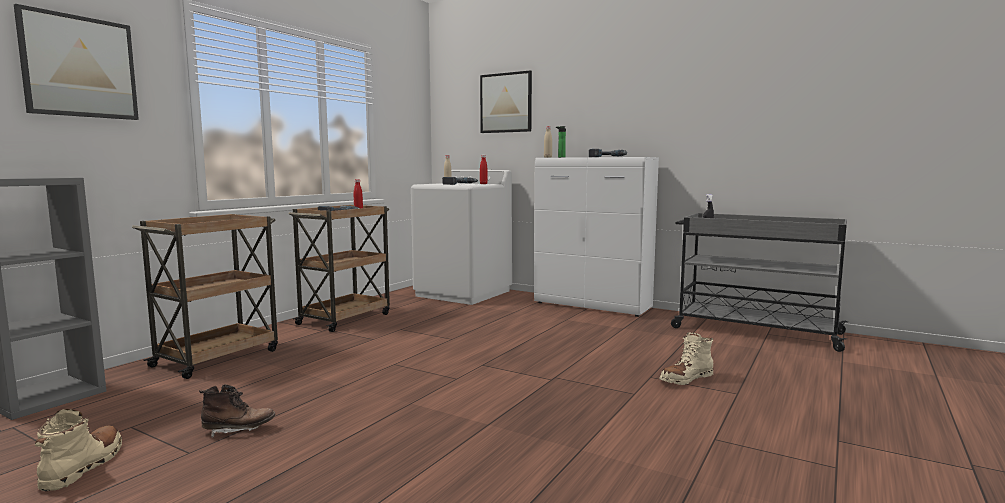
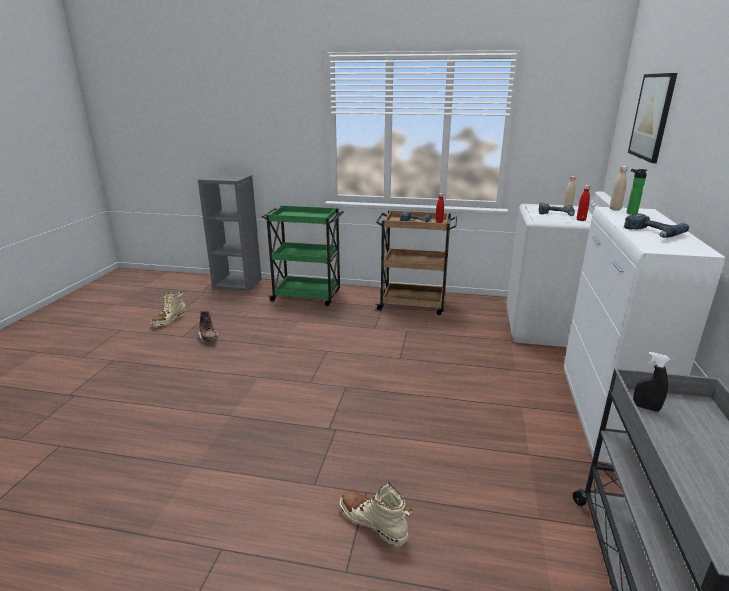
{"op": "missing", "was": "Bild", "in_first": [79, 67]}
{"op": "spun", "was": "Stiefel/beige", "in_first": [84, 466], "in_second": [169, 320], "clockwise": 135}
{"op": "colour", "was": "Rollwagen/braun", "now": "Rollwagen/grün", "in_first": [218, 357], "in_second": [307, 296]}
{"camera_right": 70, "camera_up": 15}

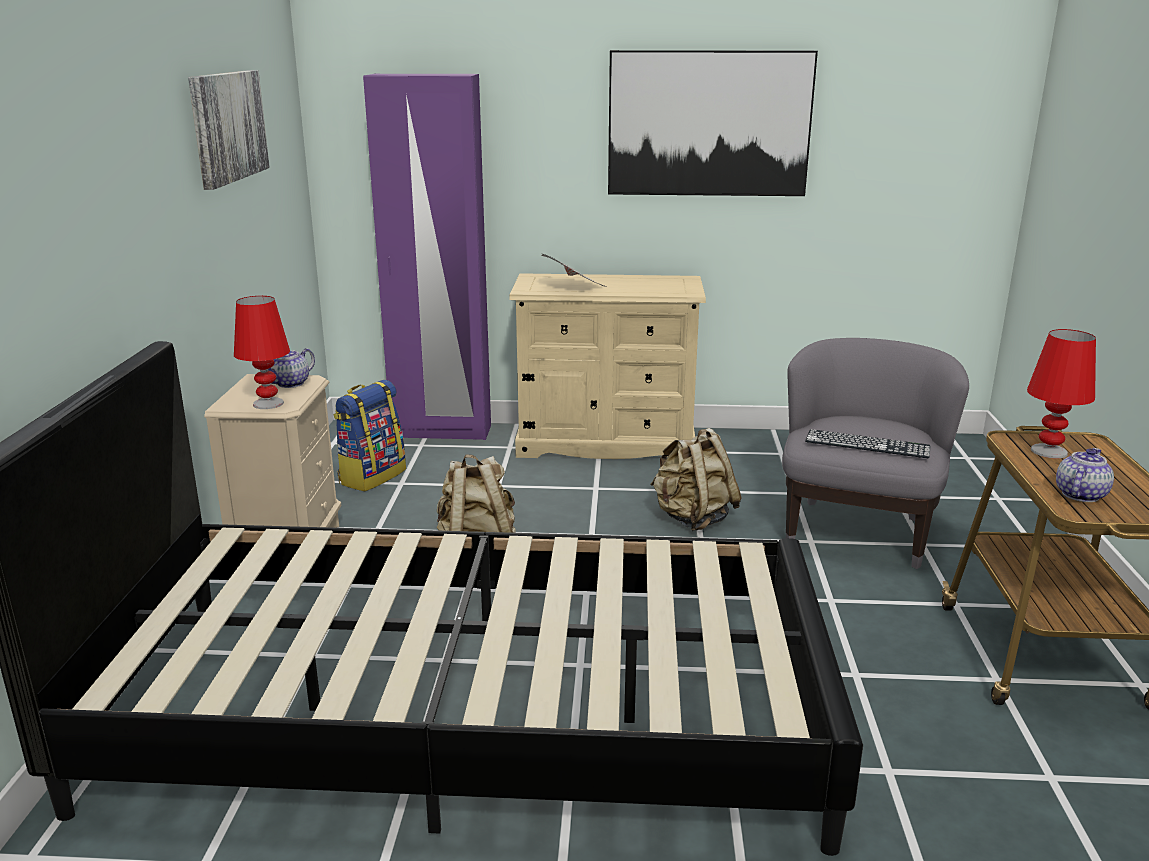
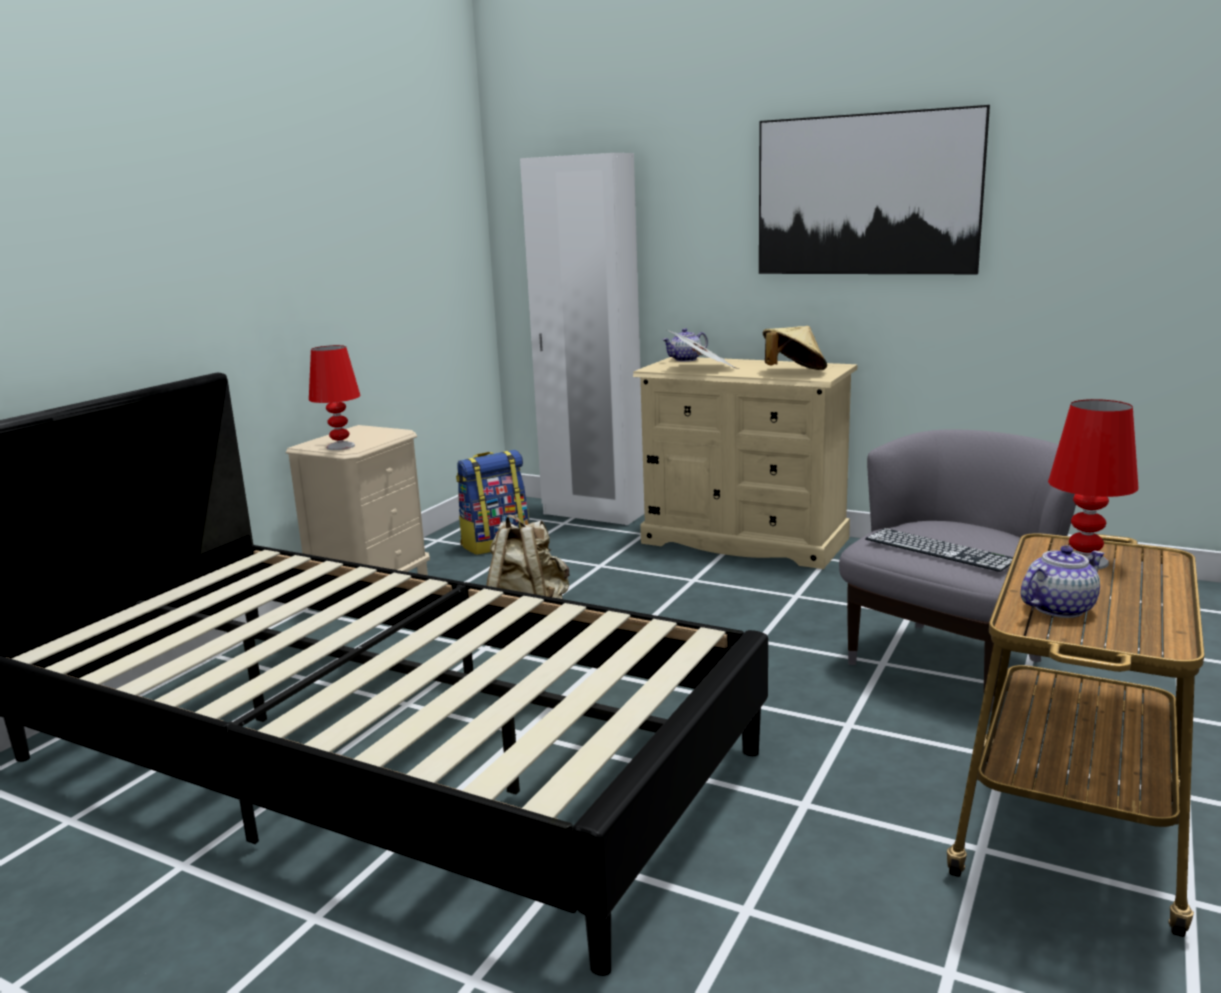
{"op": "missing", "was": "Bild", "in_first": [227, 126]}
{"op": "relocated", "was": "Teekanne", "in_first": [290, 384], "in_second": [685, 359]}
{"op": "colour", "was": "Kleiderschrank/lila", "now": "Kleiderschrank/weiß", "in_first": [441, 432], "in_second": [593, 514]}
{"op": "missing", "was": "Rucksack/beige", "in_first": [693, 518]}
{"op": "appeared", "now": "Hut/beige", "in_second": [793, 372]}
{"camera_right": 25, "camera_up": -5}

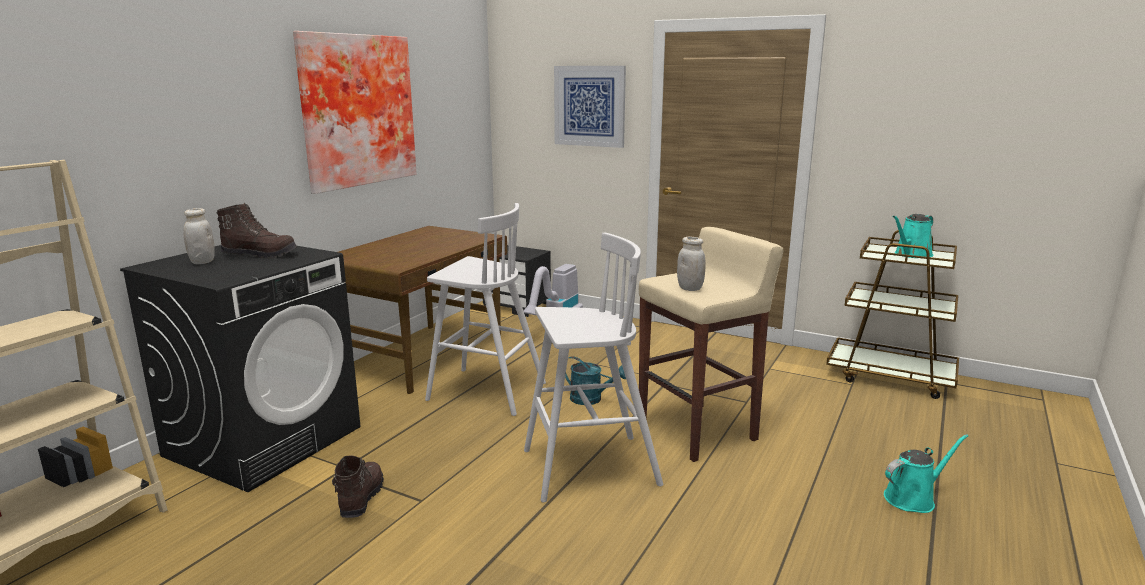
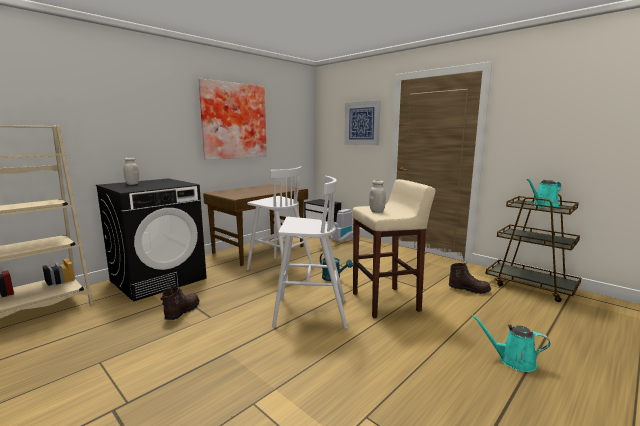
{"op": "relocated", "was": "Stiefel/braun", "in_first": [260, 255], "in_second": [468, 289]}
{"op": "spun", "was": "Gießkanne/türkis", "in_first": [913, 498], "in_second": [513, 360], "clockwise": -150}
{"camera_right": 15, "camera_up": -5}

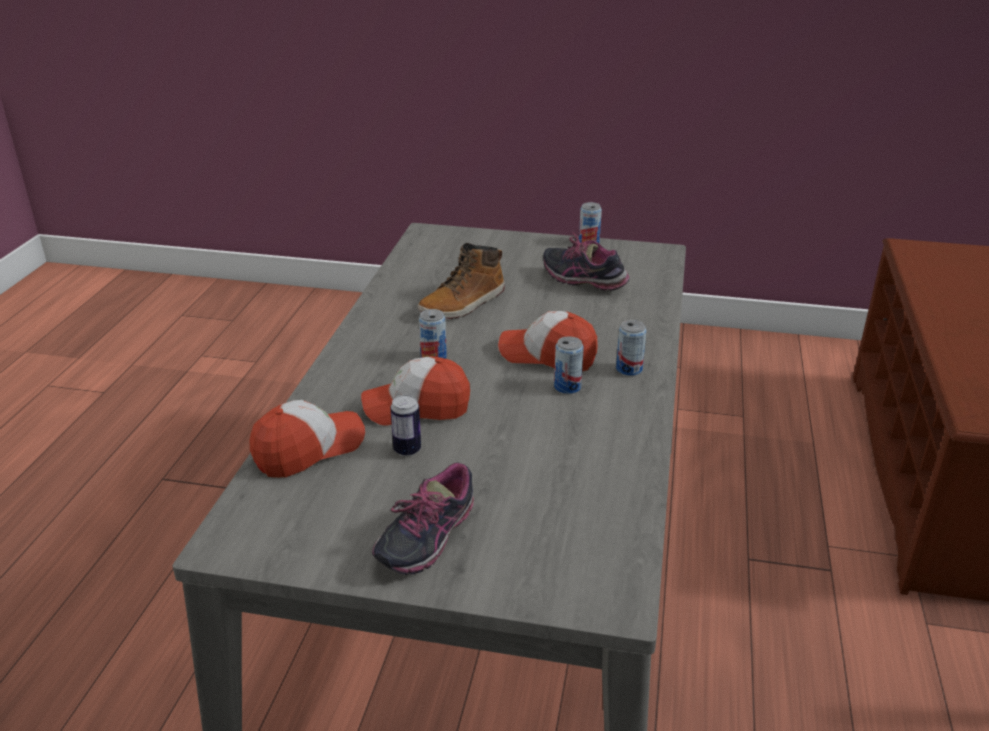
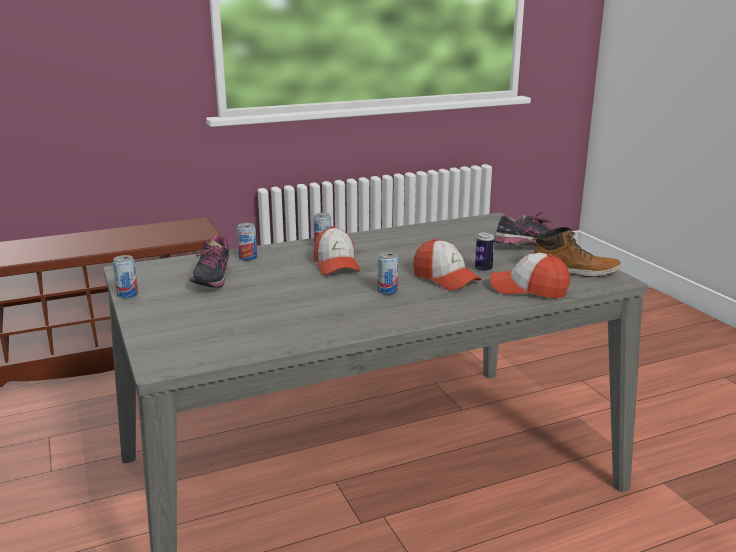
{"op": "relocated", "was": "Stiefel", "in_first": [463, 304], "in_second": [574, 271]}
{"op": "relocated", "was": "Dose", "in_first": [567, 387], "in_second": [248, 257]}
{"camera_right": -125, "camera_up": -10}

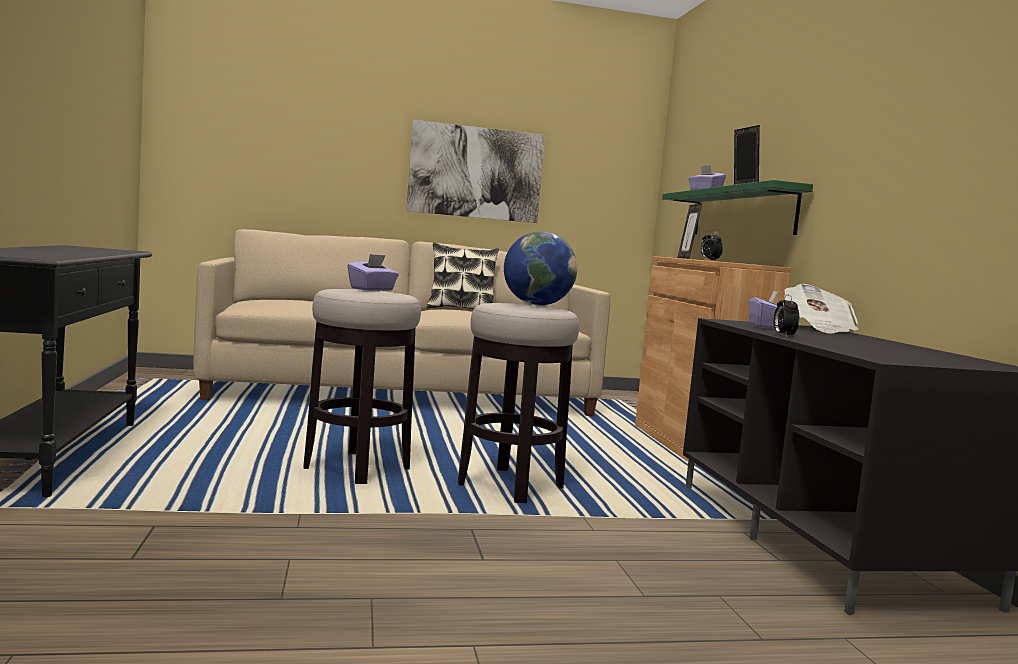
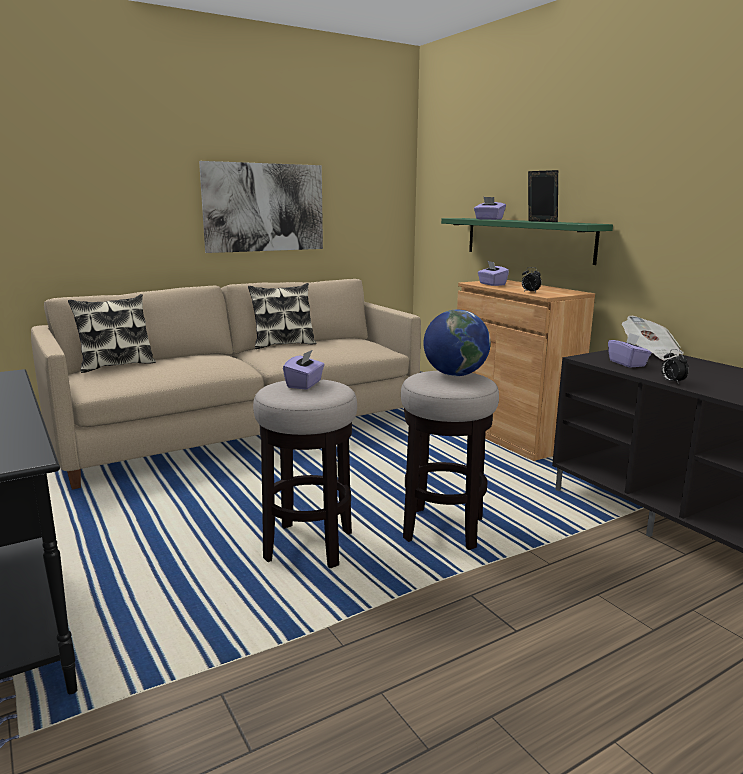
{"op": "exchanged", "was": "Bilderrahmen", "now": "Taschentuchbox/lila", "in_first": [686, 258], "in_second": [492, 284]}
{"op": "appeared", "now": "Kissen", "in_second": [116, 365]}
{"camera_right": -20, "camera_up": 10}

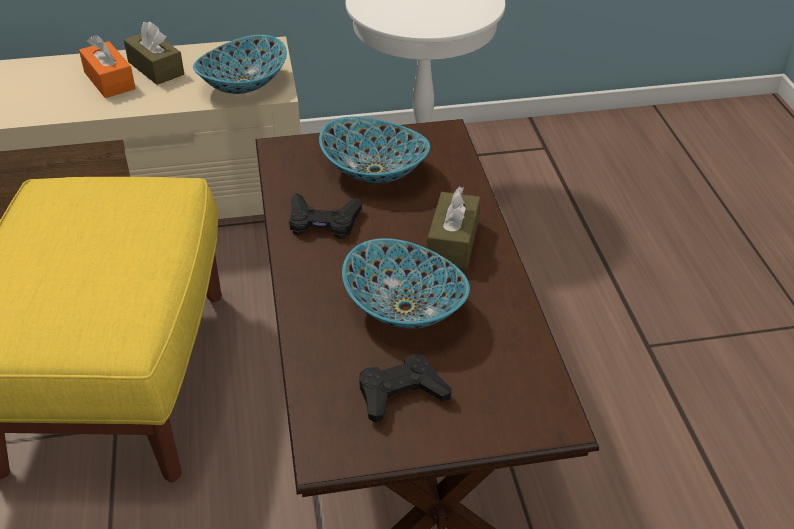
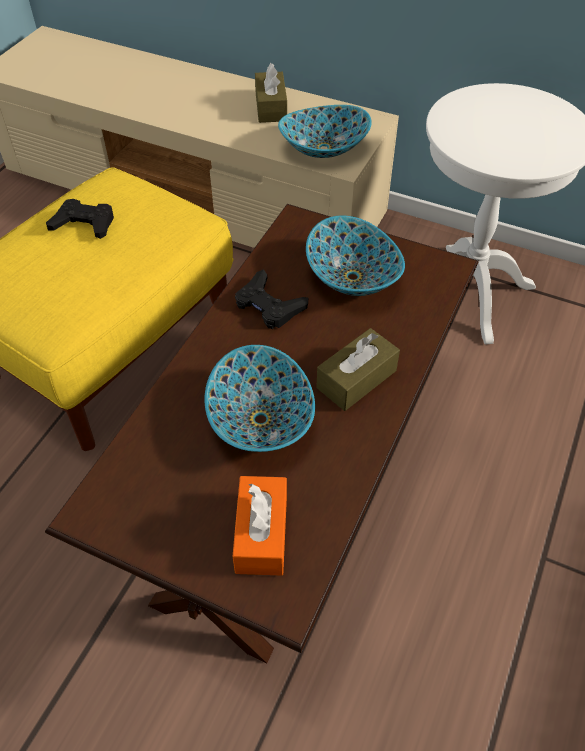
{"op": "relocated", "was": "Taschentuchbox/orange", "in_first": [109, 80], "in_second": [261, 533]}
{"op": "relocated", "was": "Gamepad/schwarz", "in_first": [401, 393], "in_second": [84, 224]}
{"camera_right": 35, "camera_up": 10}

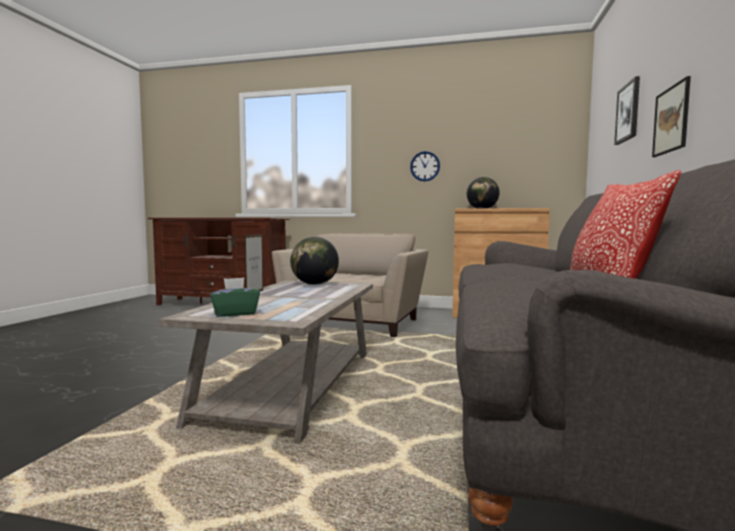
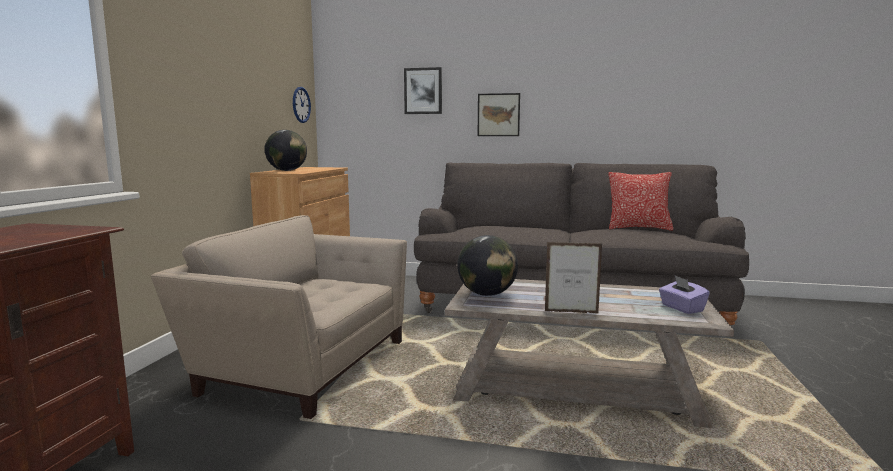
{"op": "colour", "was": "Taschentuchbox/grün", "now": "Taschentuchbox/lila", "in_first": [235, 313], "in_second": [681, 308]}
{"op": "relocated", "was": "Wanduhr", "in_first": [425, 166], "in_second": [301, 105]}
{"camera_right": -90, "camera_up": 5}

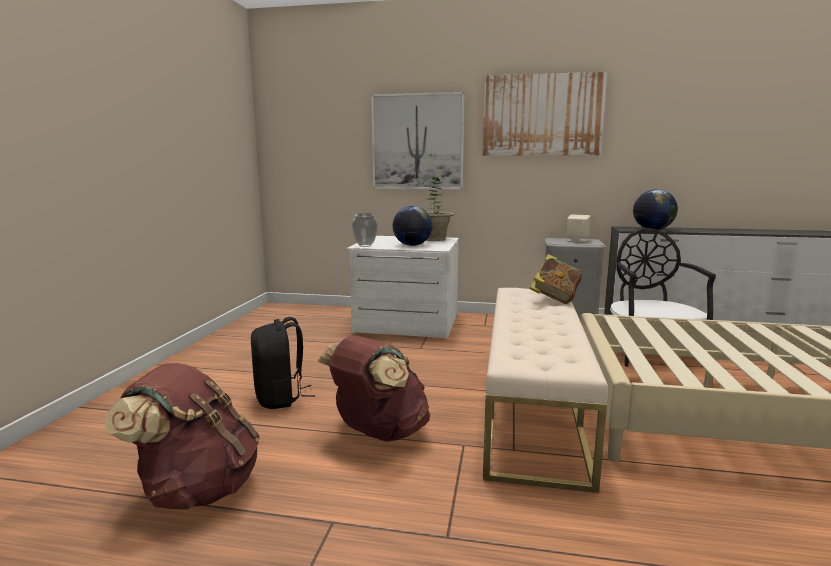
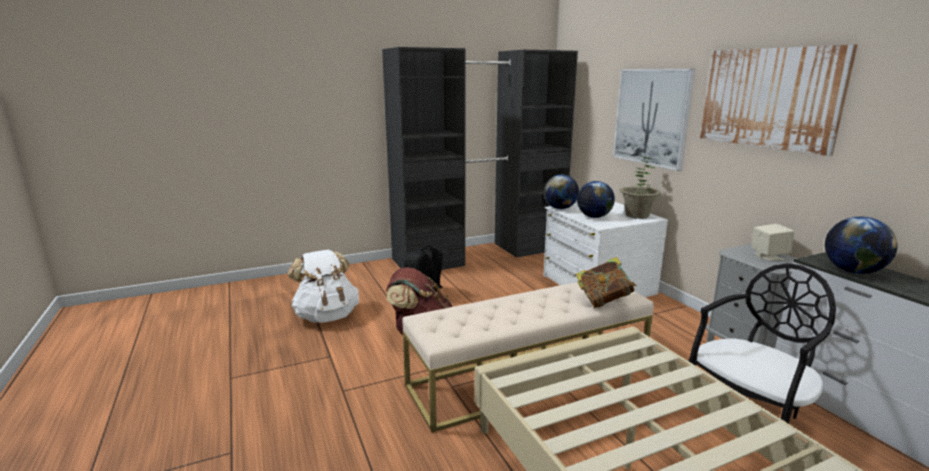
{"op": "colour", "was": "Rucksack/braun", "now": "Rucksack/weiß", "in_first": [197, 489], "in_second": [327, 316]}
{"op": "exchanged", "was": "Vase", "now": "Globus", "in_first": [365, 246], "in_second": [560, 208]}
{"op": "appeared", "now": "Kleiderschrank/schwarz", "in_second": [481, 253]}
{"camera_right": 55, "camera_up": 5}

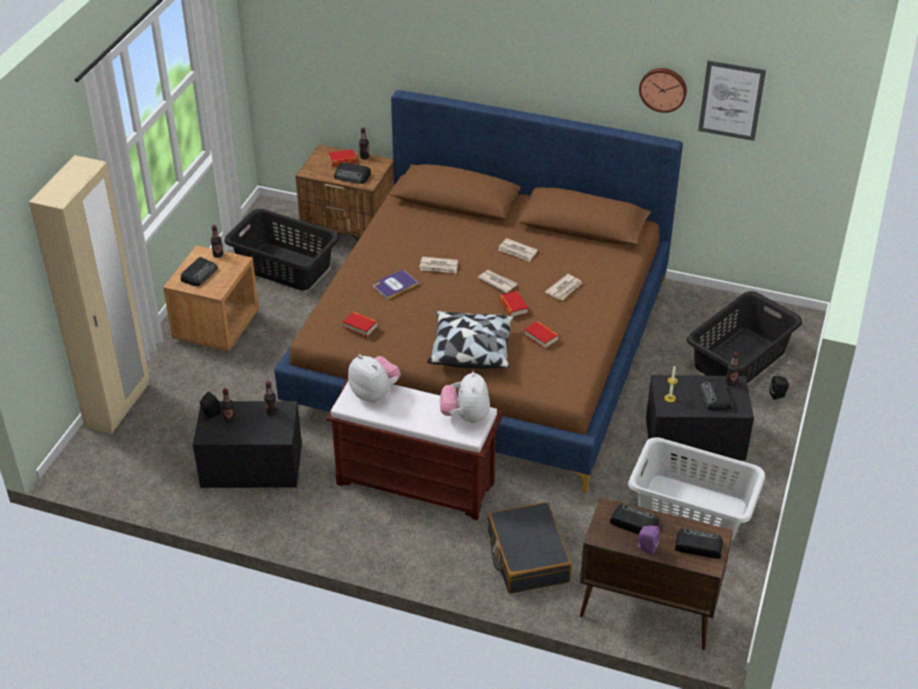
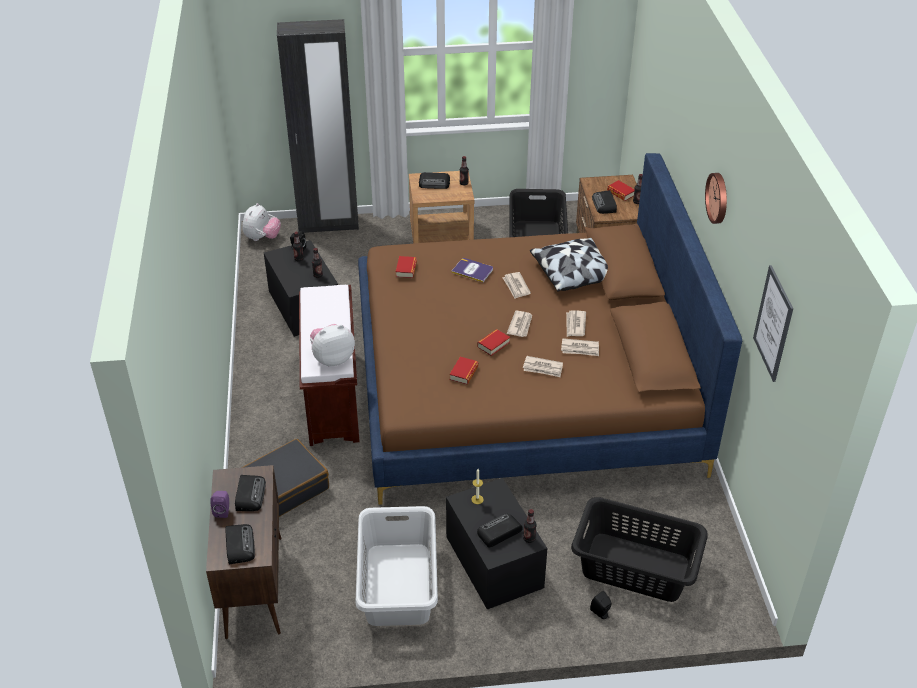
{"op": "colour", "was": "Kleiderschrank/beige", "now": "Kleiderschrank/schwarz", "in_first": [118, 405], "in_second": [328, 225]}
{"op": "relocated", "was": "Plüschtier", "in_first": [375, 393], "in_second": [262, 238]}
{"op": "relocated", "was": "Kissen", "in_first": [471, 350], "in_second": [574, 274]}
{"op": "relocated", "was": "Wanduhr", "in_first": [663, 89], "in_second": [718, 198]}
{"op": "appeared", "now": "Zeitung", "in_second": [580, 349]}
{"camera_right": 65, "camera_up": 0}

